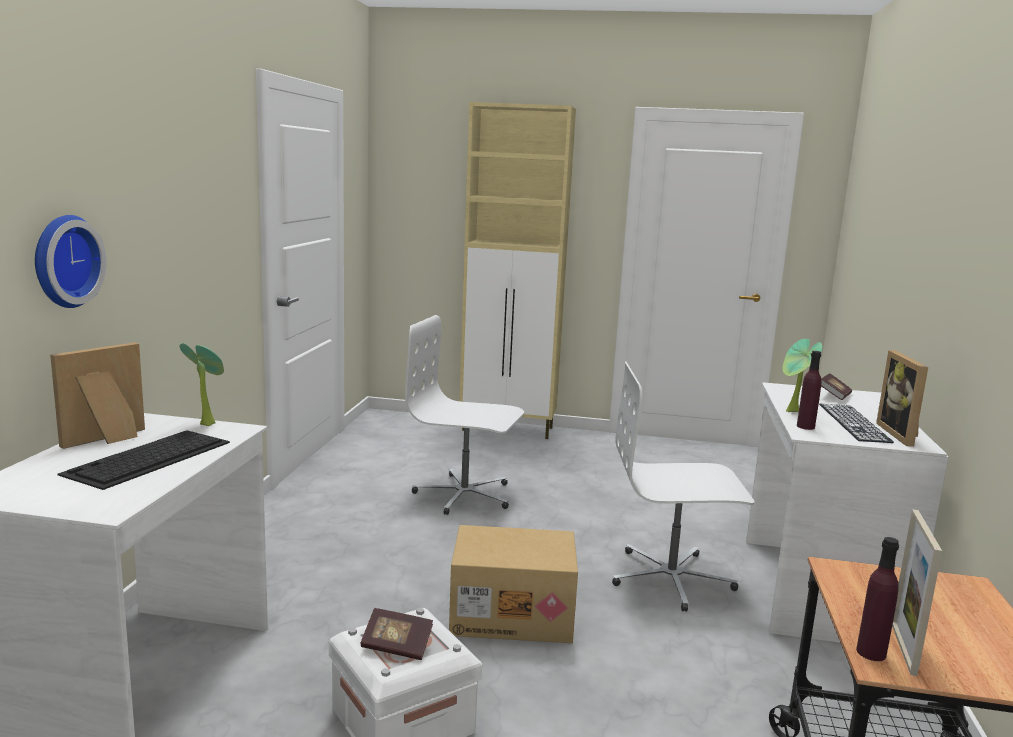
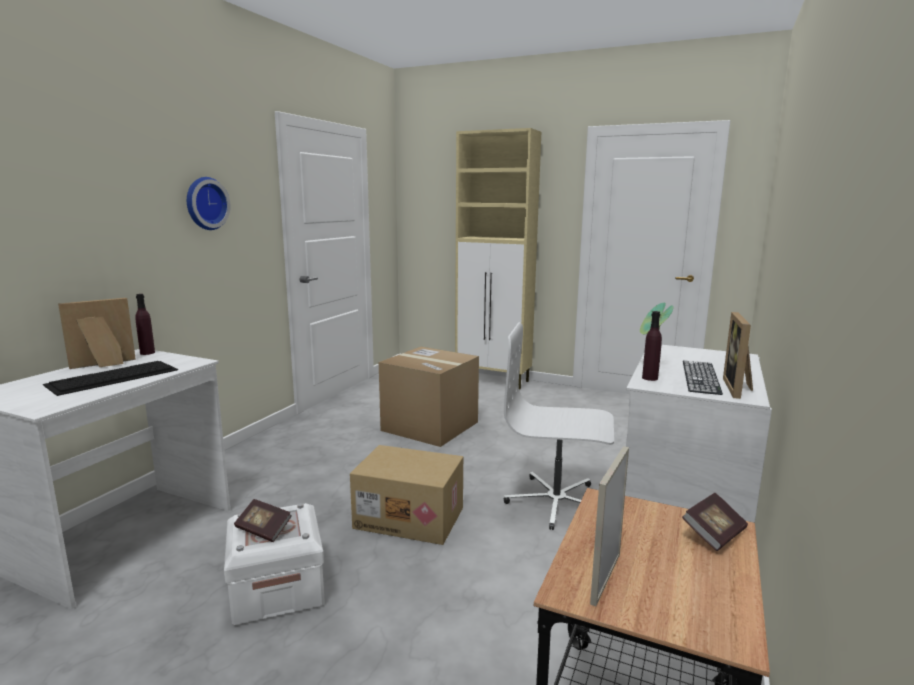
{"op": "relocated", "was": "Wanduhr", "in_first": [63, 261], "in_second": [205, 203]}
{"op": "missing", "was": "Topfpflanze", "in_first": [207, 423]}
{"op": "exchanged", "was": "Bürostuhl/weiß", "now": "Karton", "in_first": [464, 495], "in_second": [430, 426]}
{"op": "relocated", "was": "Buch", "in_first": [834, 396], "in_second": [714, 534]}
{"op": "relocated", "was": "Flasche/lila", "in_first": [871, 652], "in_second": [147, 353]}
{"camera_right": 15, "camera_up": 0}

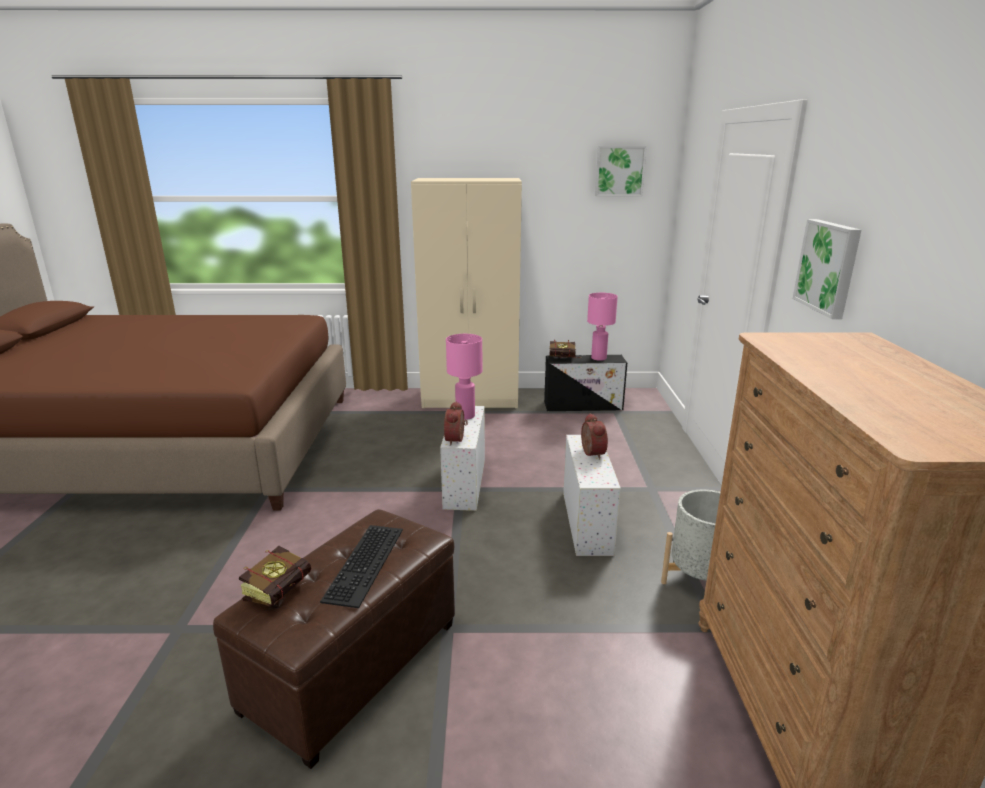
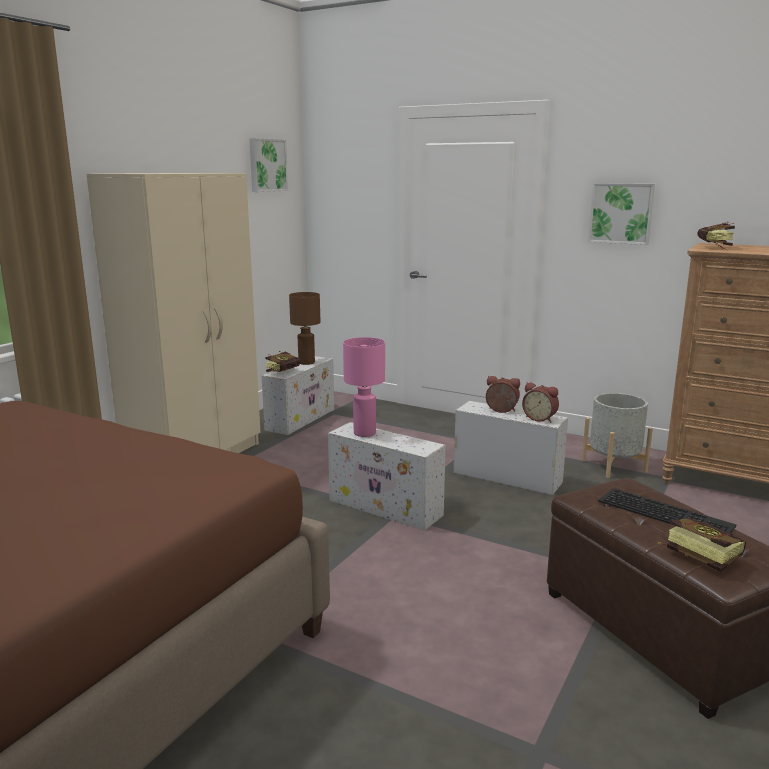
{"op": "relocated", "was": "Wecker", "in_first": [457, 439], "in_second": [540, 418]}
{"op": "colour", "was": "Aufbewahrungsbox/schwarz", "now": "Aufbewahrungsbox/weiß", "in_first": [584, 405], "in_second": [301, 419]}
{"op": "colour", "was": "Tischlampe/rosa", "now": "Tischlampe/braun", "in_first": [599, 358], "in_second": [307, 363]}
{"op": "appeared", "now": "Buch", "in_second": [715, 247]}
{"camera_right": -60, "camera_up": -5}

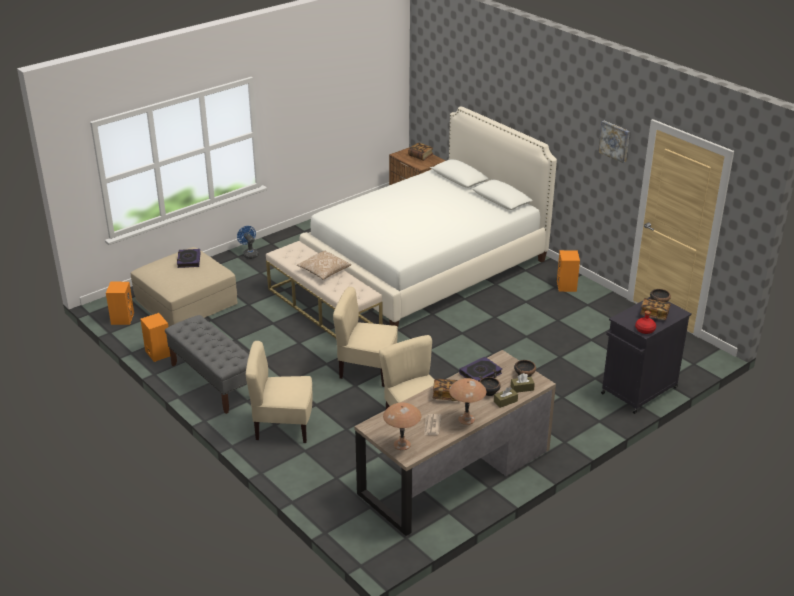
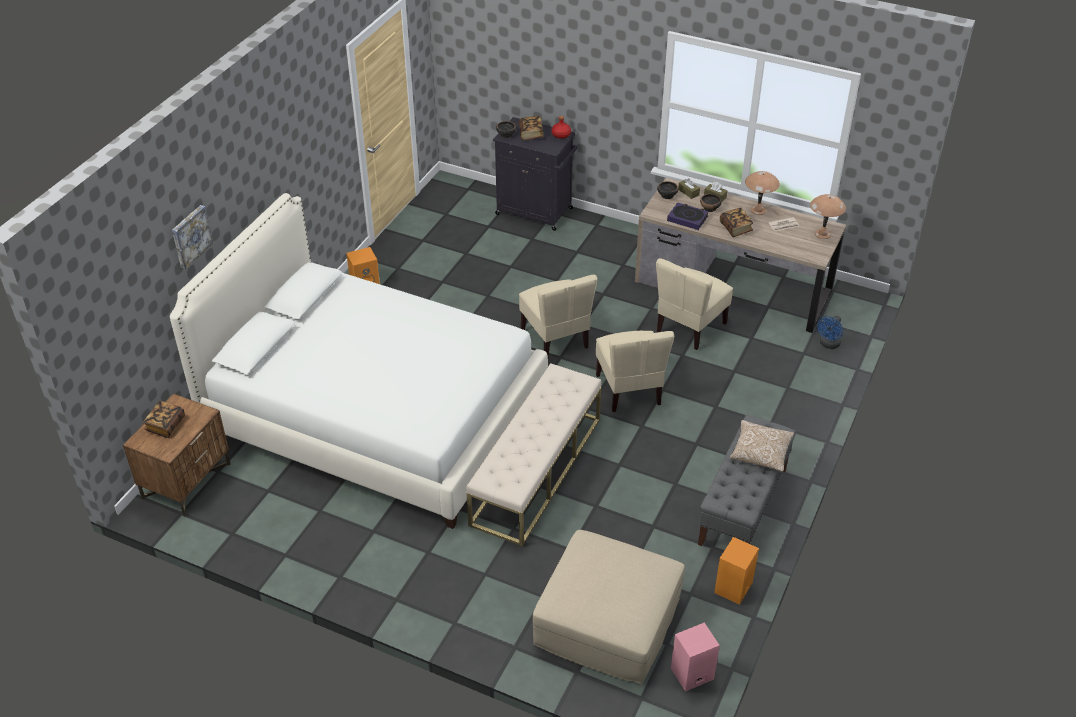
{"op": "colour", "was": "Lautsprecher/orange", "now": "Lautsprecher/rosa", "in_first": [122, 318], "in_second": [691, 675]}
{"op": "missing", "was": "Buch", "in_first": [188, 260]}
{"op": "relocated", "was": "Ventilator/blau", "in_first": [249, 254], "in_second": [828, 344]}
{"op": "relocated", "was": "Stuhl/beige", "in_first": [283, 426], "in_second": [555, 338]}
{"op": "relocated", "was": "Kissen", "in_first": [324, 271], "in_second": [760, 453]}
{"op": "relocated", "was": "Bild", "in_first": [615, 141], "in_second": [190, 236]}
{"camera_right": -115, "camera_up": 10}

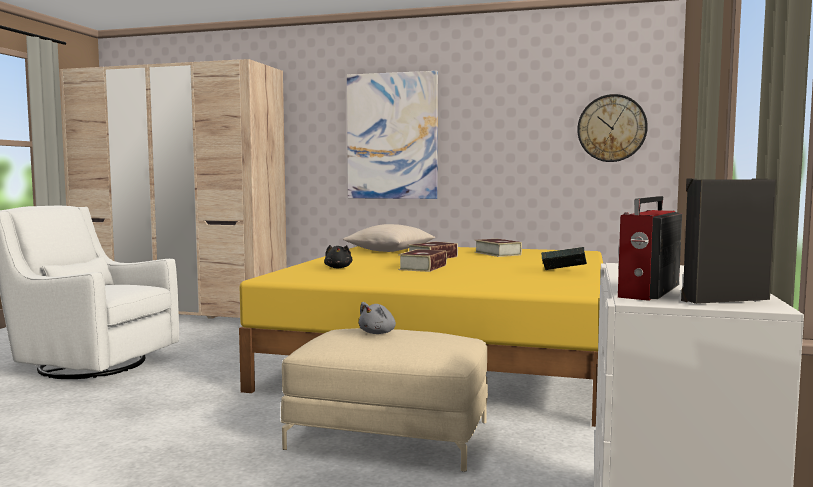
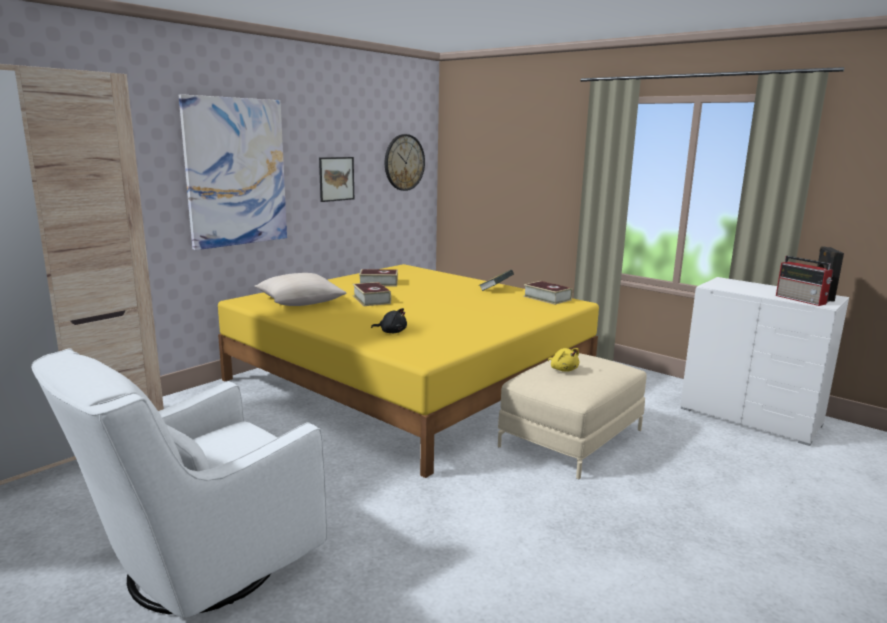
{"op": "colour", "was": "Plüschtier/grau", "now": "Plüschtier/gelb", "in_first": [378, 333], "in_second": [563, 369]}
{"op": "relocated", "was": "Buch", "in_first": [423, 267], "in_second": [547, 298]}
{"op": "appeared", "now": "Bild", "in_second": [336, 179]}
{"camera_right": -65, "camera_up": 10}

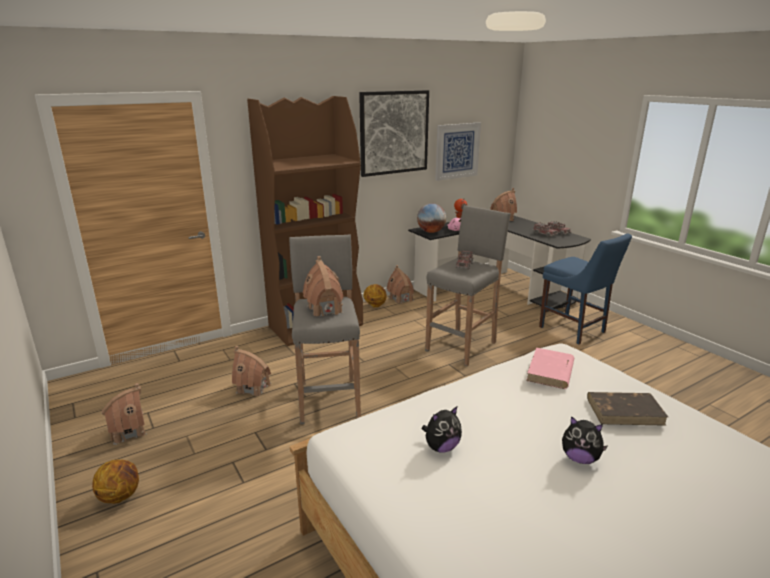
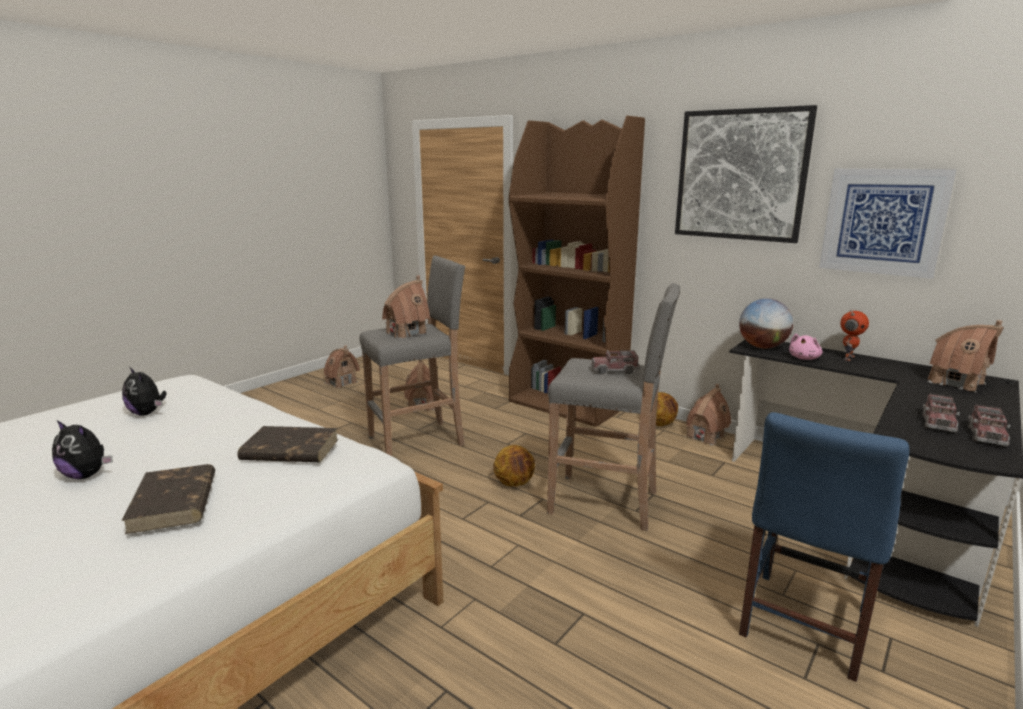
{"op": "relocated", "was": "Basketball", "in_first": [120, 496], "in_second": [514, 483]}
{"op": "colour", "was": "Buch/rosa", "now": "Buch/braun", "in_first": [550, 371], "in_second": [289, 450]}
{"op": "spun", "was": "Plüschtier", "in_first": [580, 458], "in_second": [87, 475], "clockwise": -75}
{"camera_right": 70, "camera_up": -5}

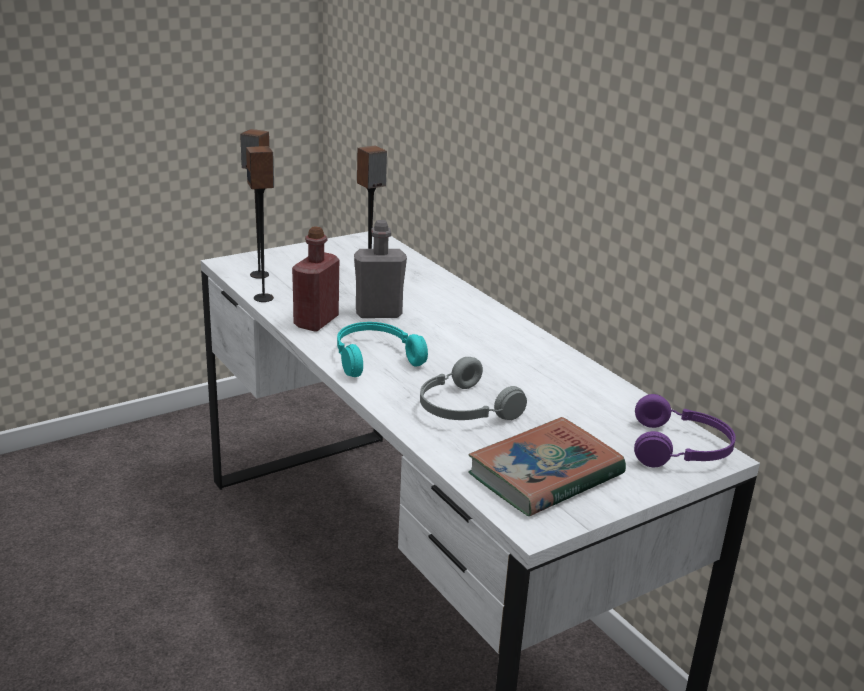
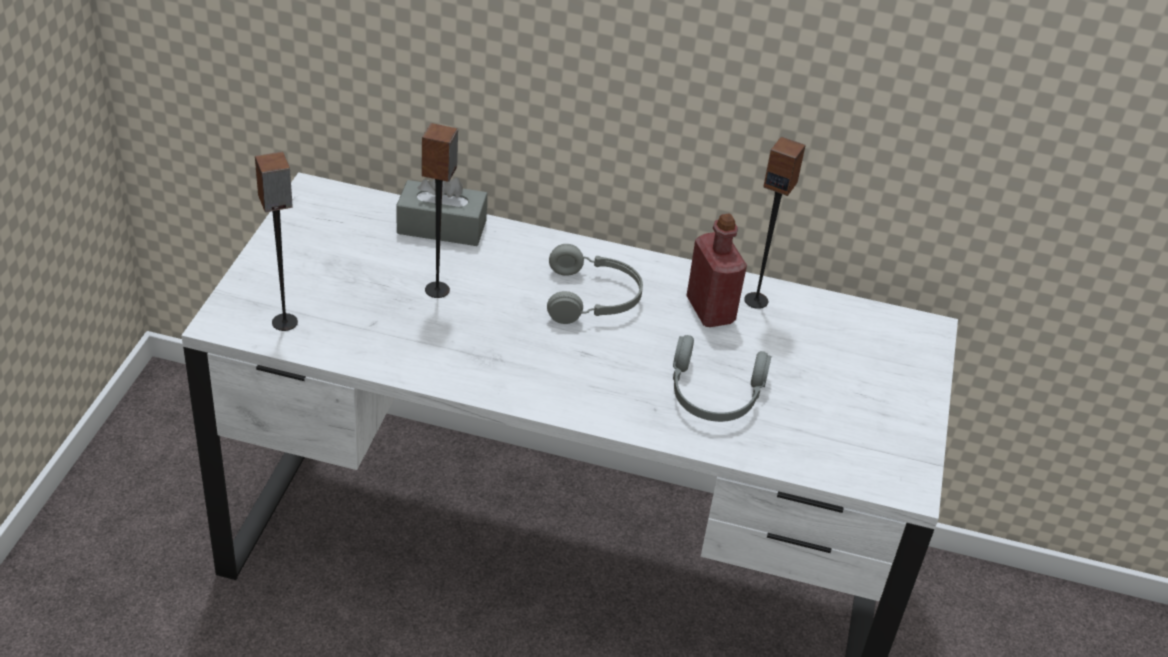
{"op": "relocated", "was": "Lautsprecher", "in_first": [264, 298], "in_second": [756, 300]}
{"op": "relocated", "was": "Flasche/rot", "in_first": [316, 322], "in_second": [710, 310]}
{"op": "missing", "was": "Kopfhörer/türkis", "in_first": [374, 358]}
{"op": "missing", "was": "Flasche/grau", "in_first": [378, 313]}
{"op": "missing", "was": "Buch", "in_first": [545, 474]}
{"op": "missing", "was": "Kopfhörer/lila", "in_first": [681, 449]}
{"op": "appeared", "now": "Taschentuchbox/grau", "in_second": [441, 227]}
{"op": "appeared", "now": "Kopfhörer/grau", "in_second": [593, 298]}
{"camera_right": -45, "camera_up": 15}

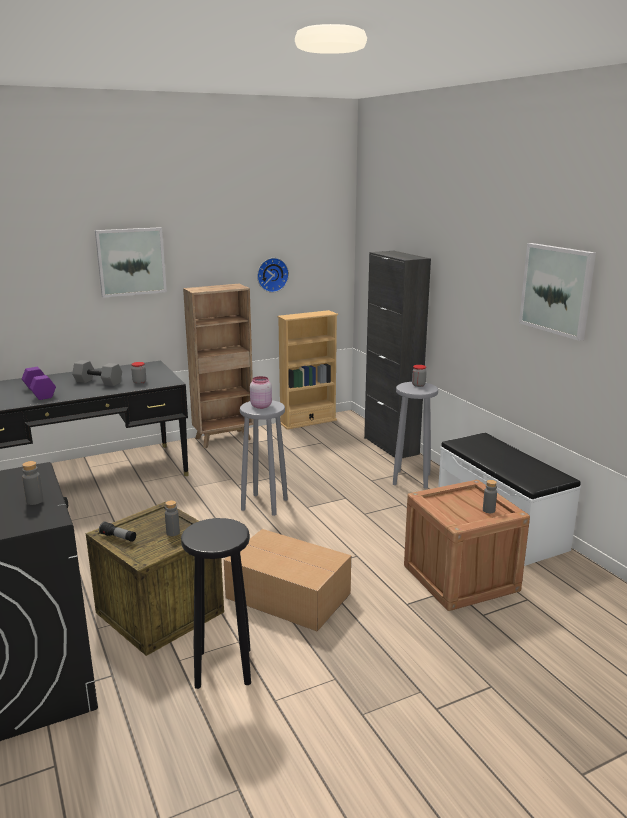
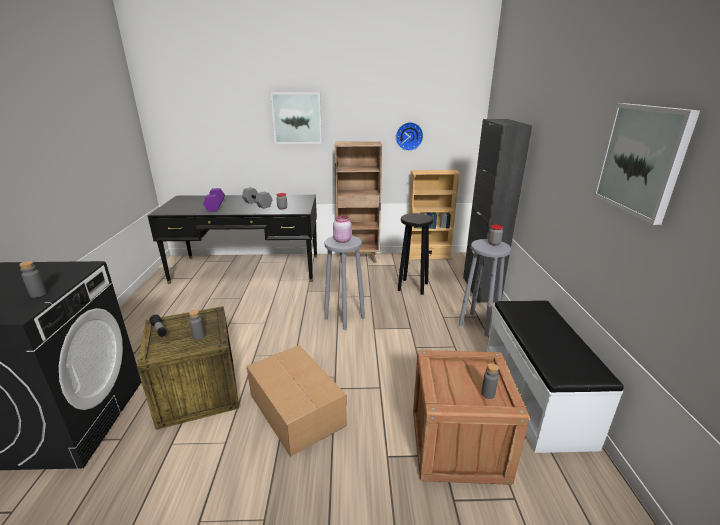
{"op": "relocated", "was": "Hocker/schwarz", "in_first": [223, 668], "in_second": [412, 287]}
{"camera_right": 25, "camera_up": 5}

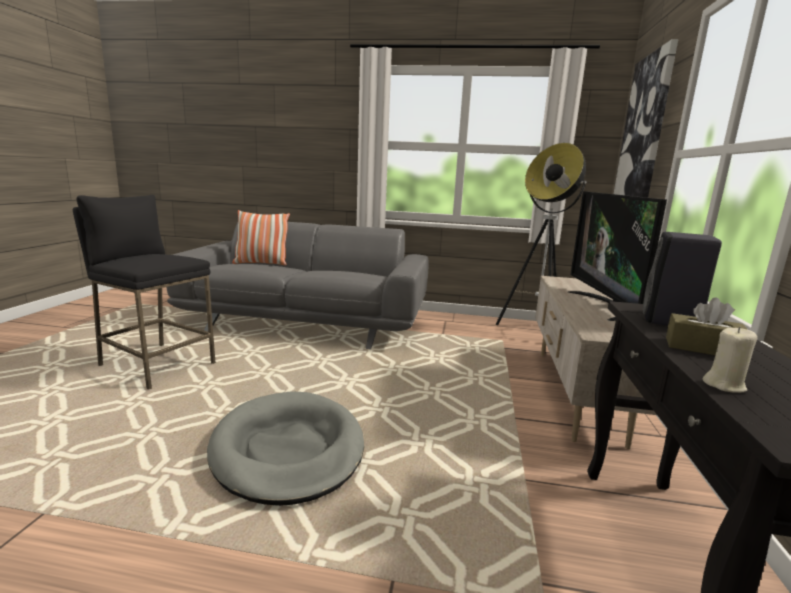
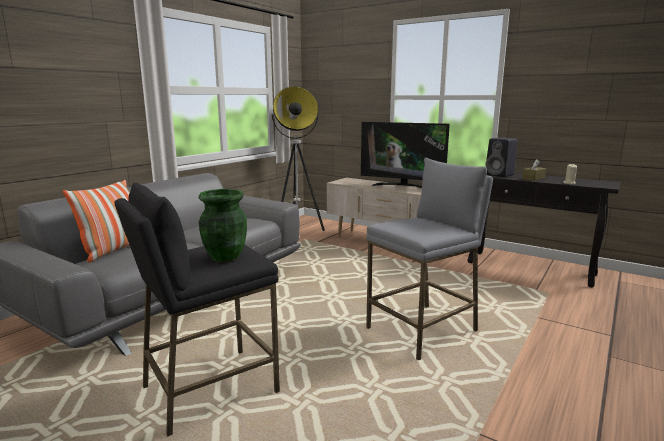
{"op": "exchanged", "was": "Hundebett/grau", "now": "Hocker/grau", "in_first": [288, 450], "in_second": [422, 330]}
{"op": "missing", "was": "Bild", "in_first": [644, 128]}
{"op": "appeared", "now": "Vase/grün", "in_second": [224, 257]}
{"camera_right": -65, "camera_up": 0}

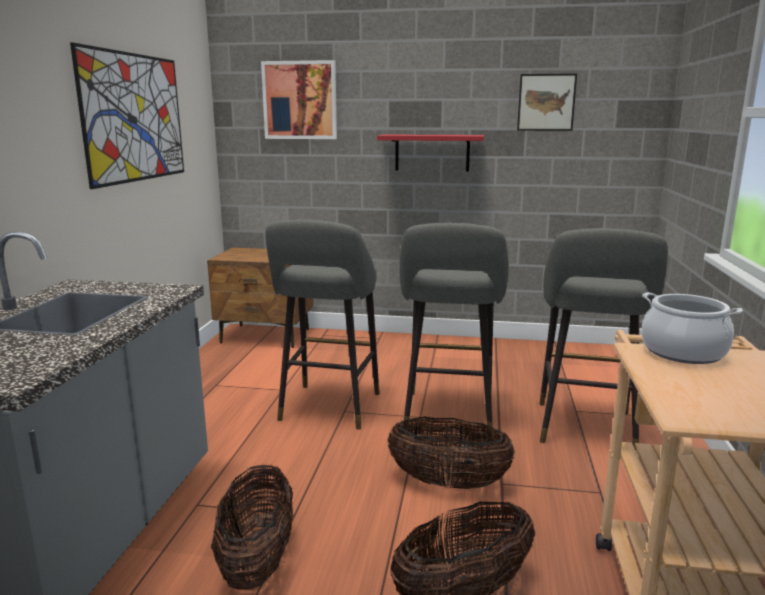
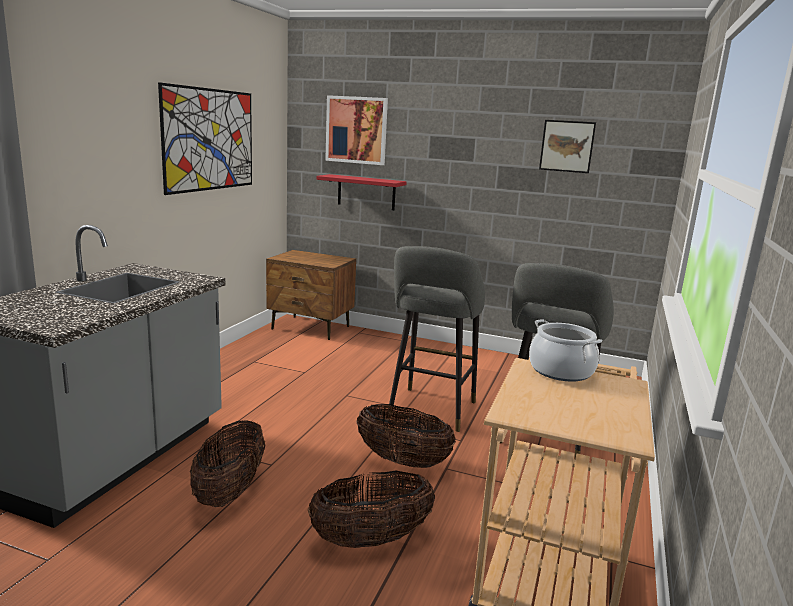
{"op": "missing", "was": "Hocker/grau", "in_first": [328, 409]}
{"op": "relocated", "was": "Wandregal/rot", "in_first": [432, 152], "in_second": [366, 192]}
{"camera_right": 10, "camera_up": 0}

